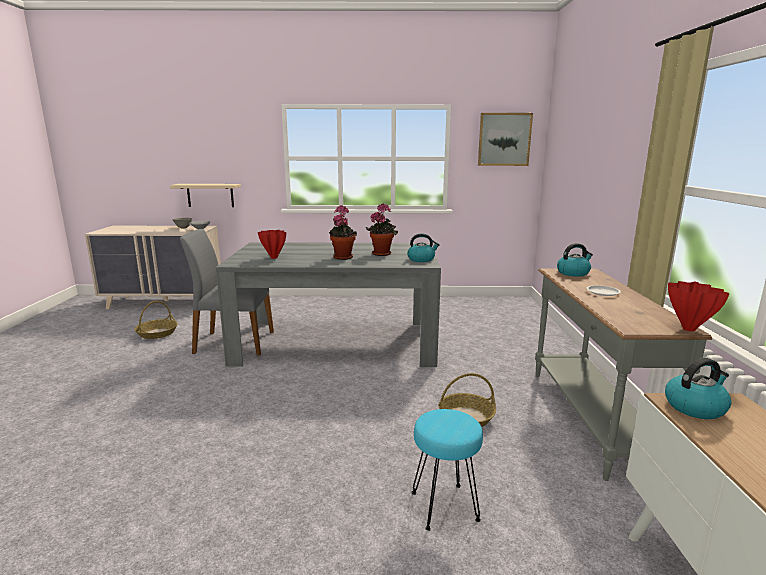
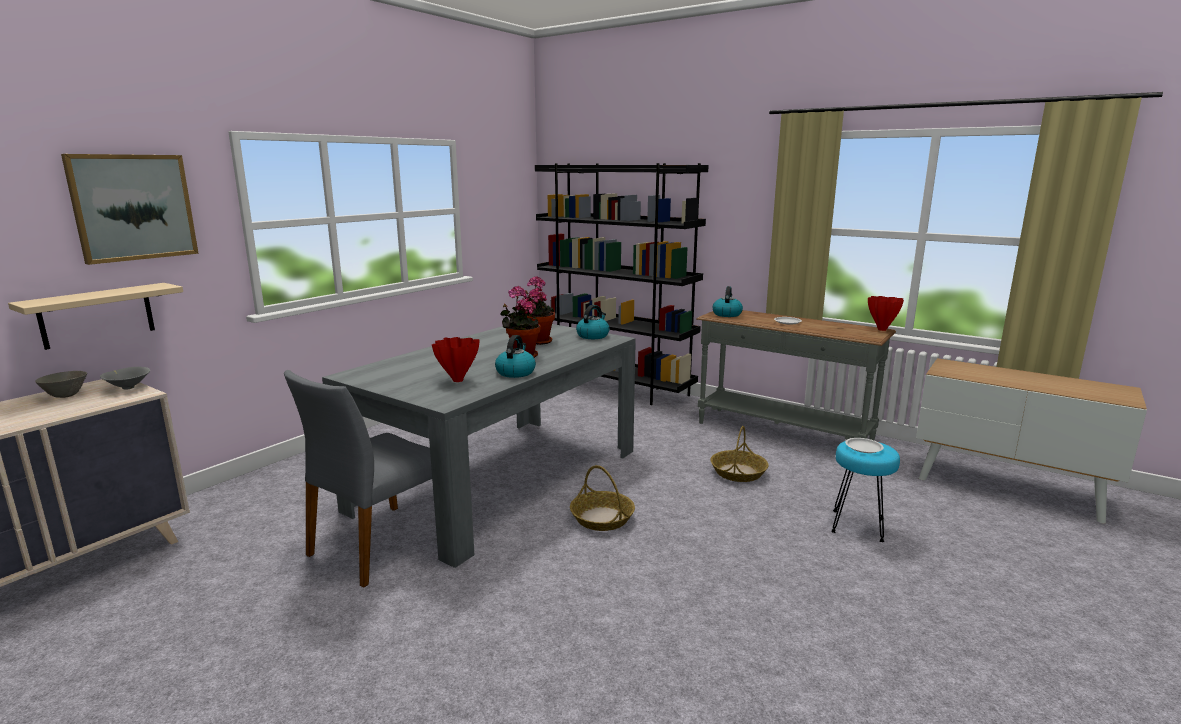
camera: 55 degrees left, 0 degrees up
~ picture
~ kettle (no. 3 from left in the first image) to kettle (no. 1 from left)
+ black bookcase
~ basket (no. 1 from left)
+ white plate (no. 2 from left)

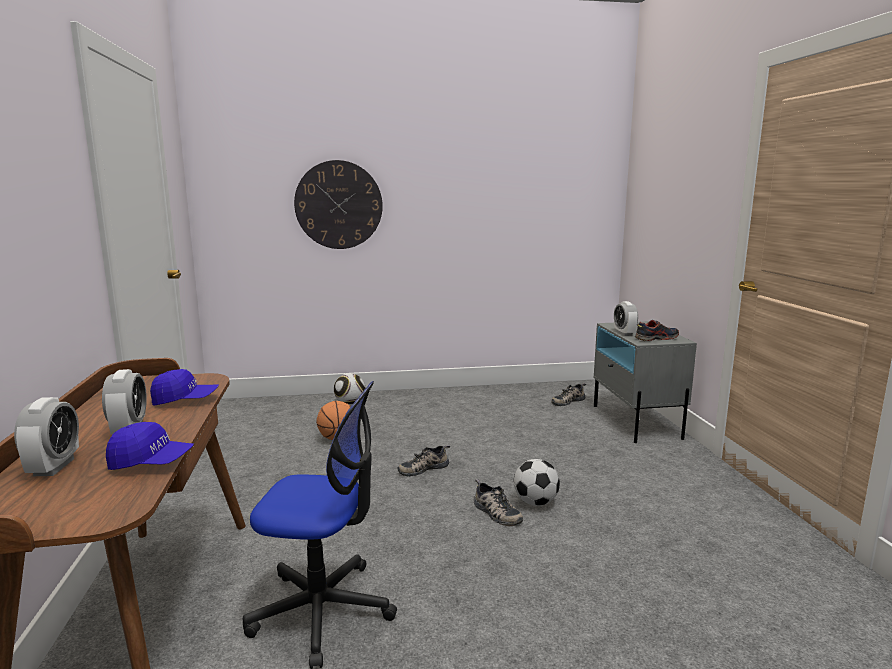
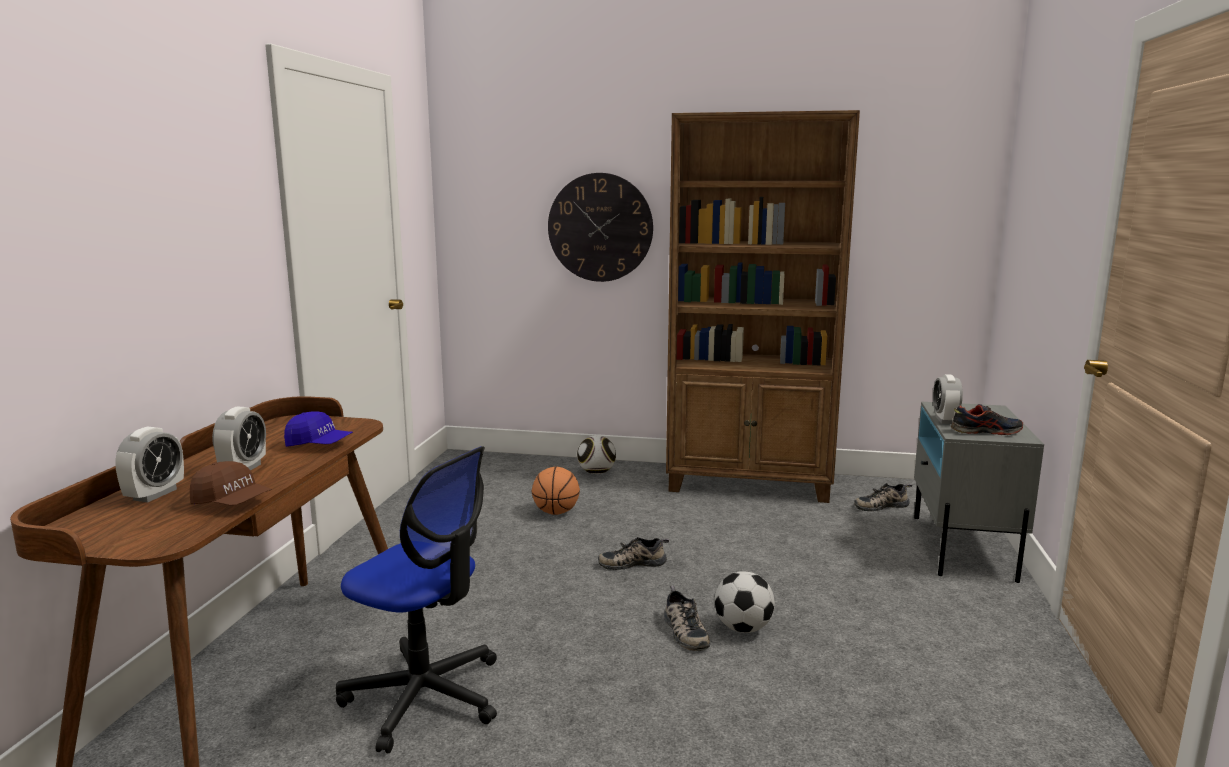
camera: 20 degrees right, 0 degrees up
~ blue cap (no. 1 from left) to brown cap
+ brown bookcase

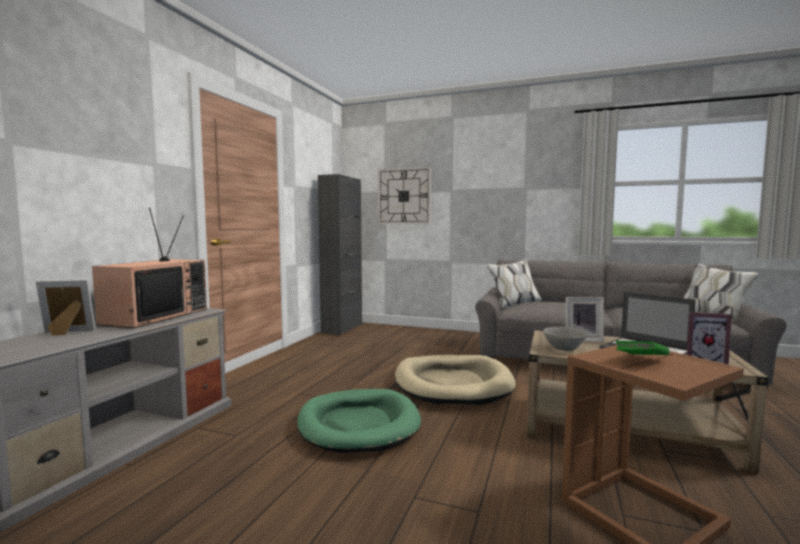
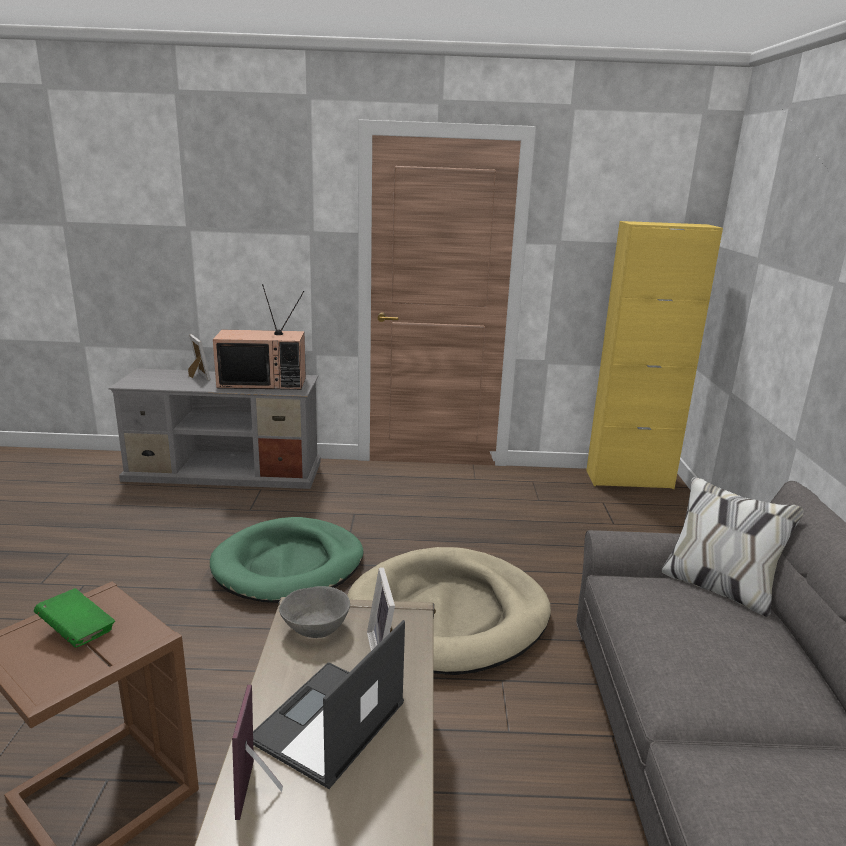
camera: 70 degrees right, 15 degrees up
~ black cabinet to yellow cabinet
- wall clock

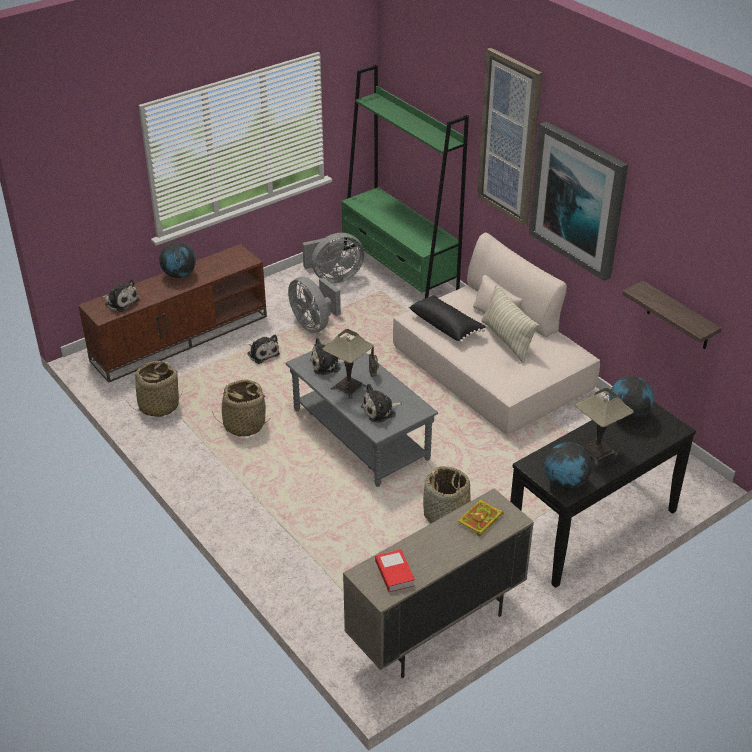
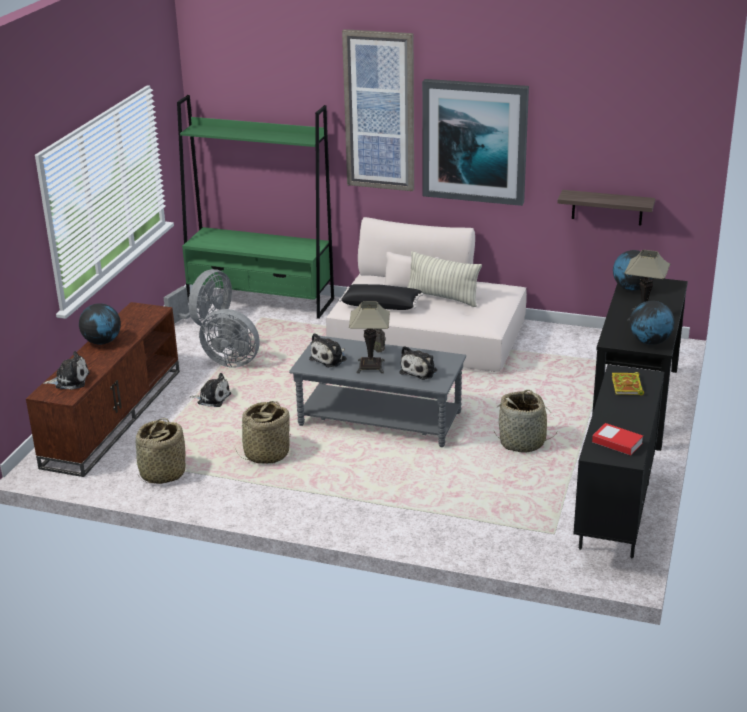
camera: 35 degrees left, 10 degrees down
~ beige cabinet to black cabinet

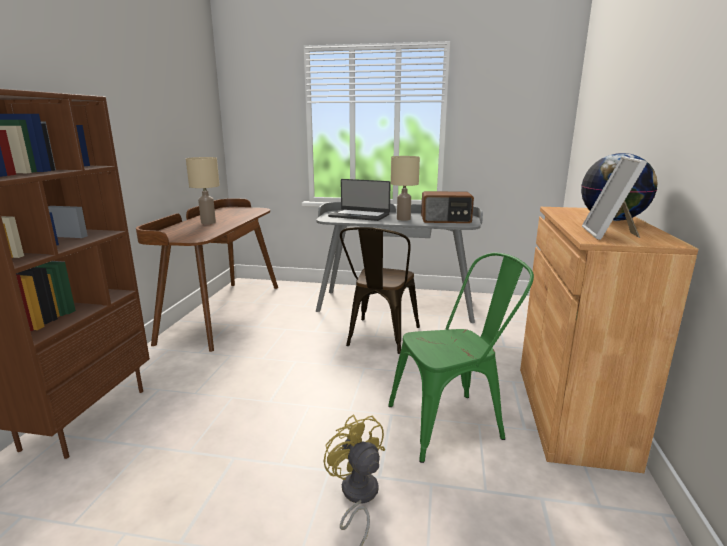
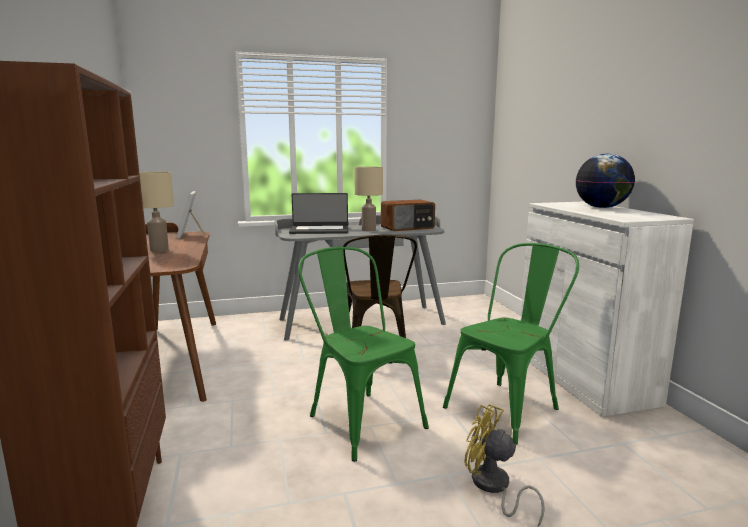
camera: 25 degrees left, 5 degrees down
~ picture frame
+ green chair (no. 1 from left)
~ brown cabinet to white cabinet

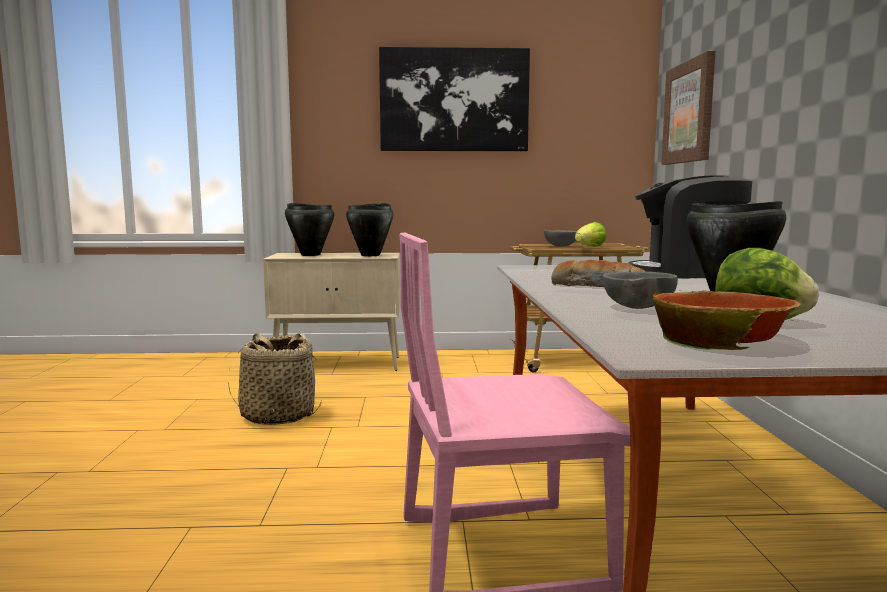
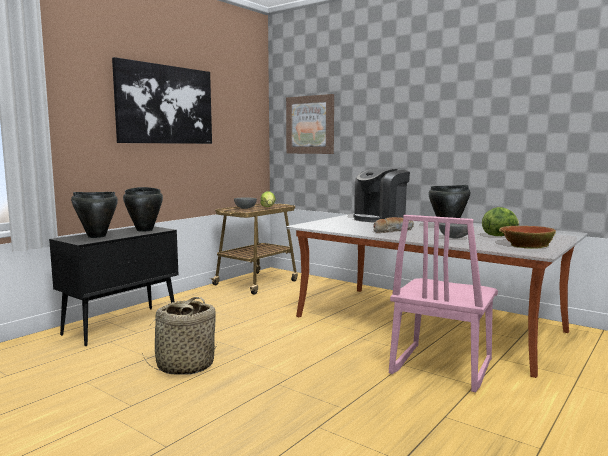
camera: 50 degrees left, 0 degrees up
~ beige cabinet to black cabinet

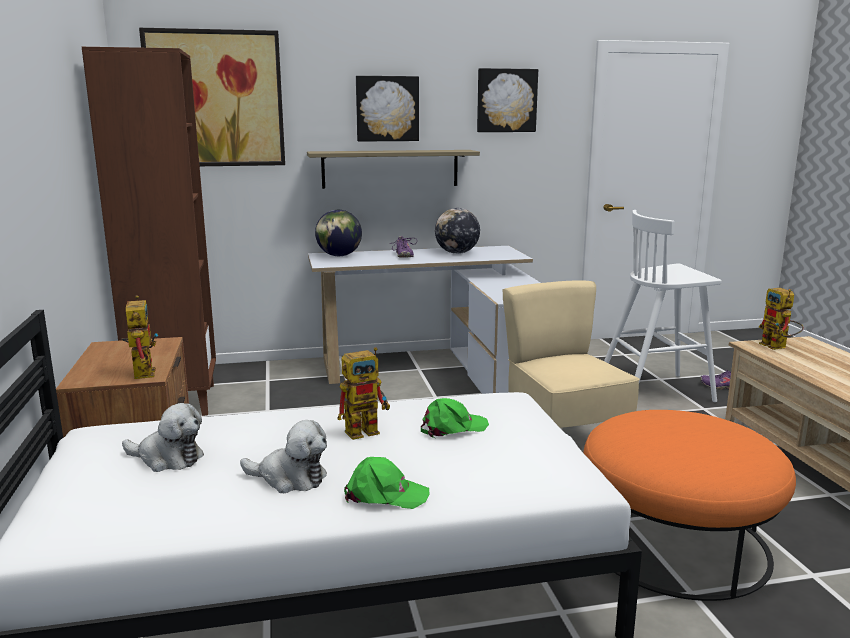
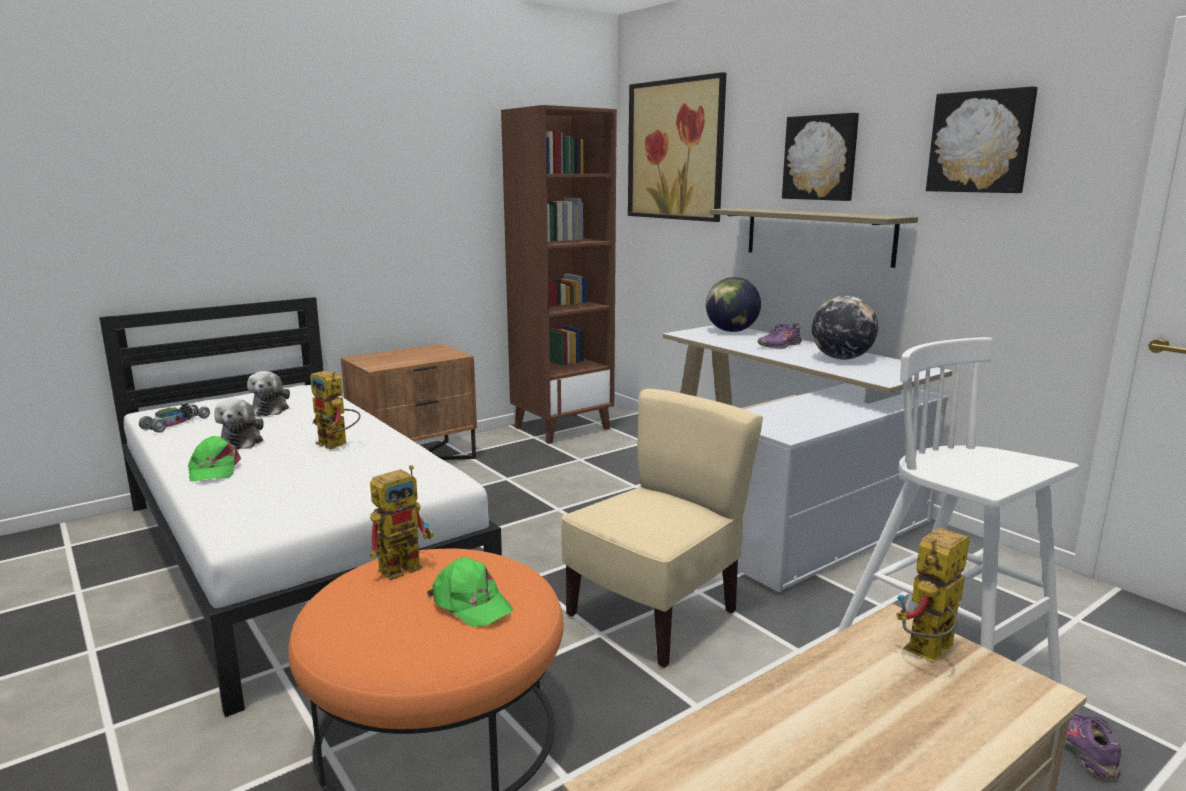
camera: 65 degrees right, 0 degrees up
+ toy car
~ toy robot (no. 1 from left in the first image) to toy robot (no. 2 from left)
~ green cap (no. 2 from left)

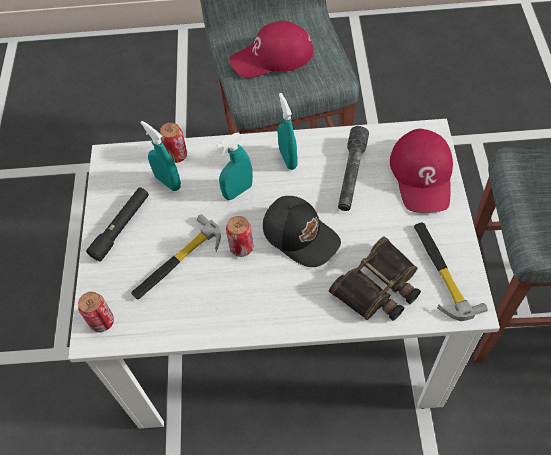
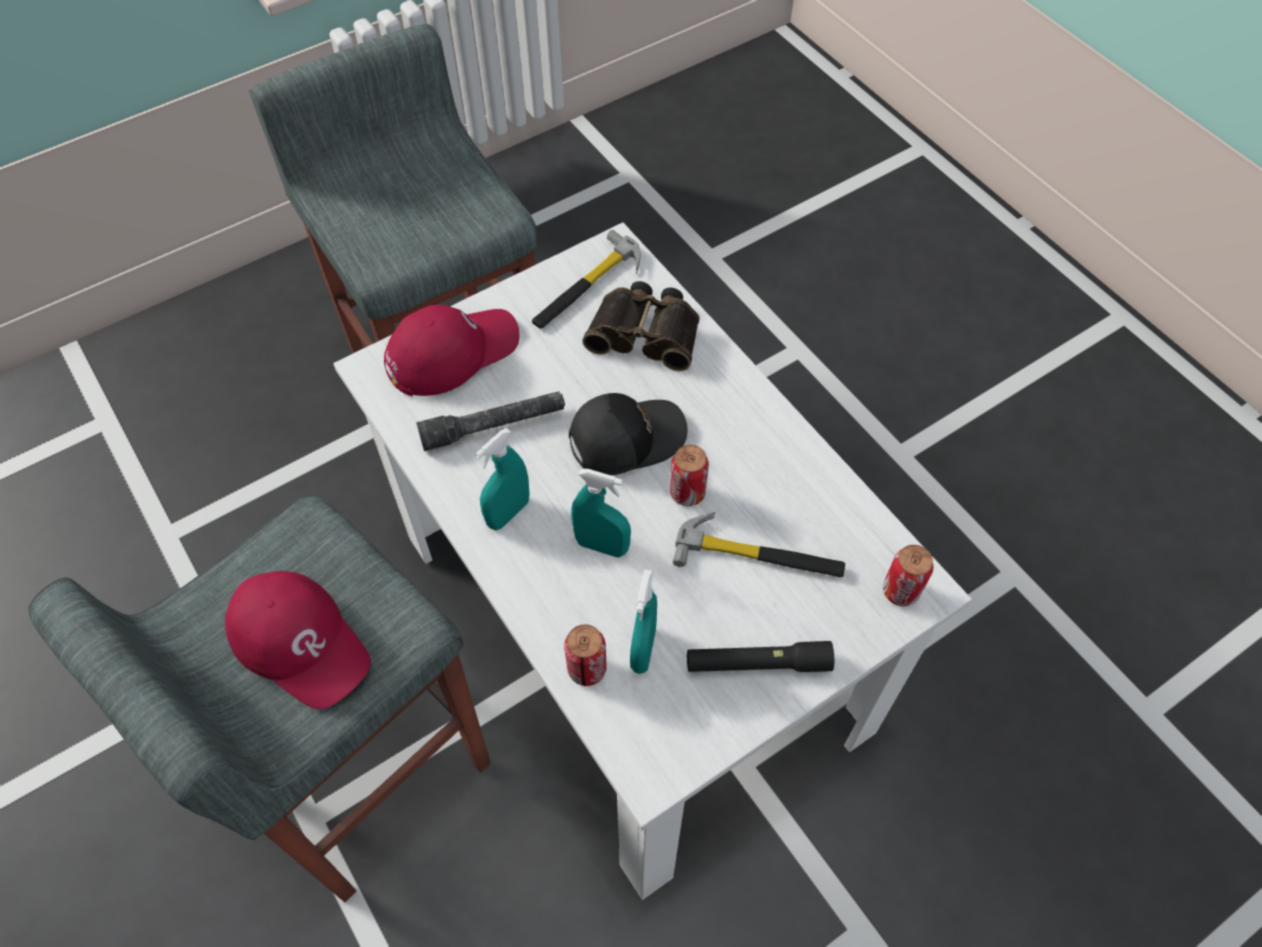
camera: 125 degrees left, 0 degrees up
~ black cap 60 degrees clockwise

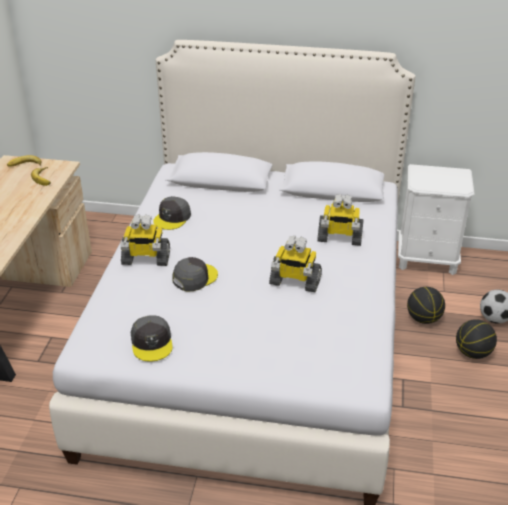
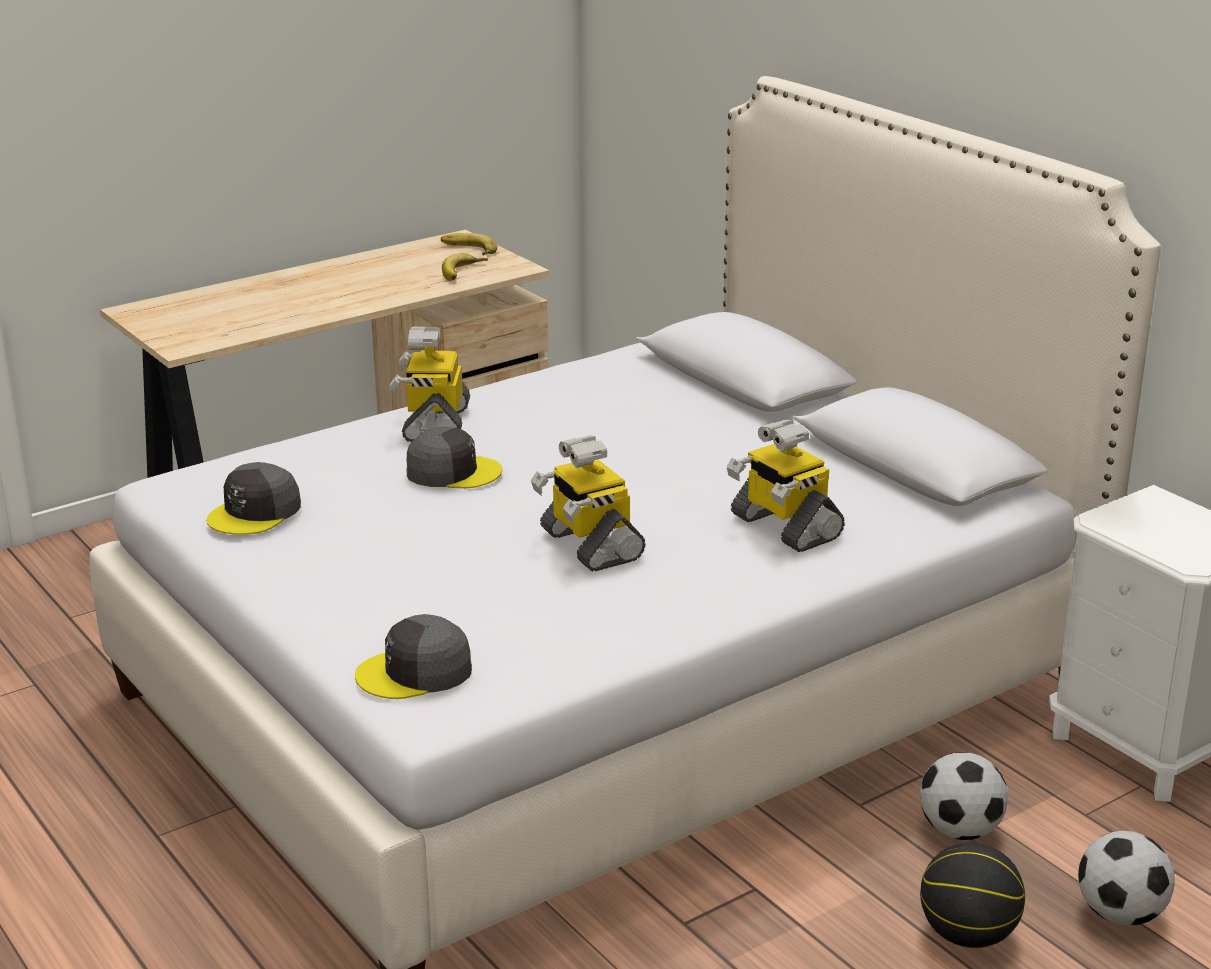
camera: 45 degrees right, 10 degrees down
~ grey cap (no. 2 from left)
~ toy robot (no. 1 from left) 45 degrees clockwise
~ basketball (no. 1 from left) to football (no. 1 from left)

